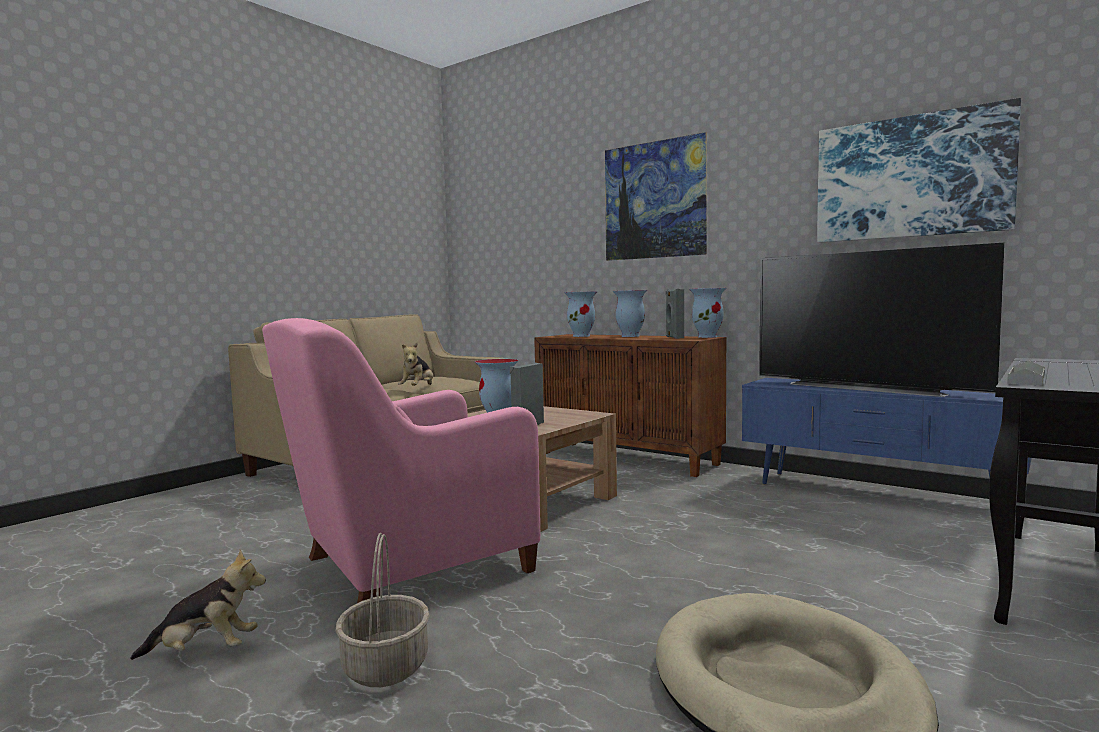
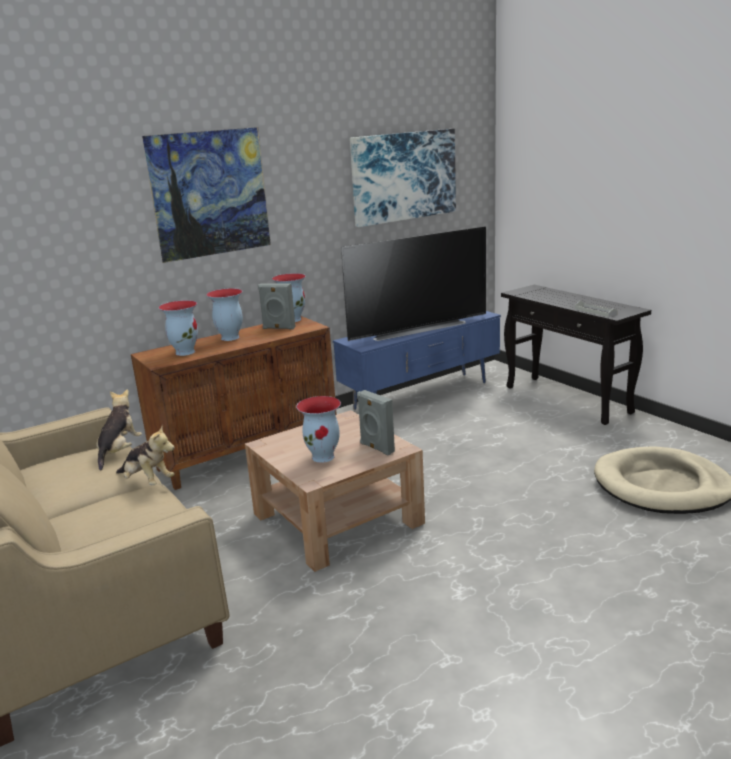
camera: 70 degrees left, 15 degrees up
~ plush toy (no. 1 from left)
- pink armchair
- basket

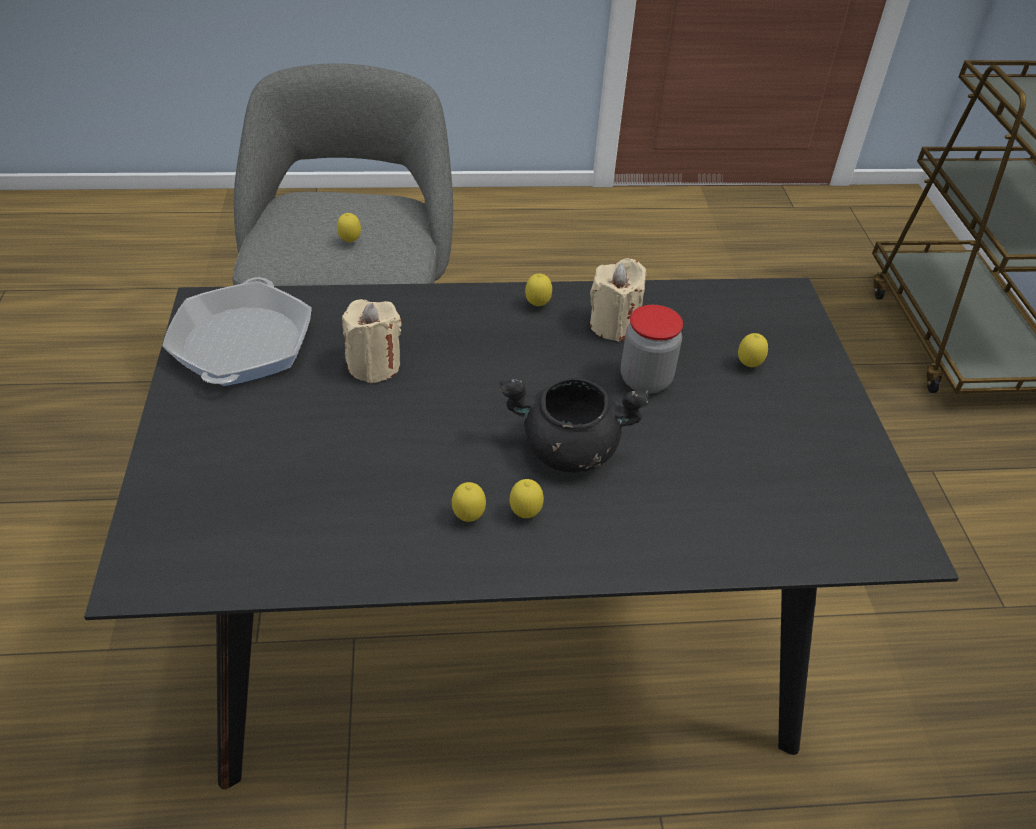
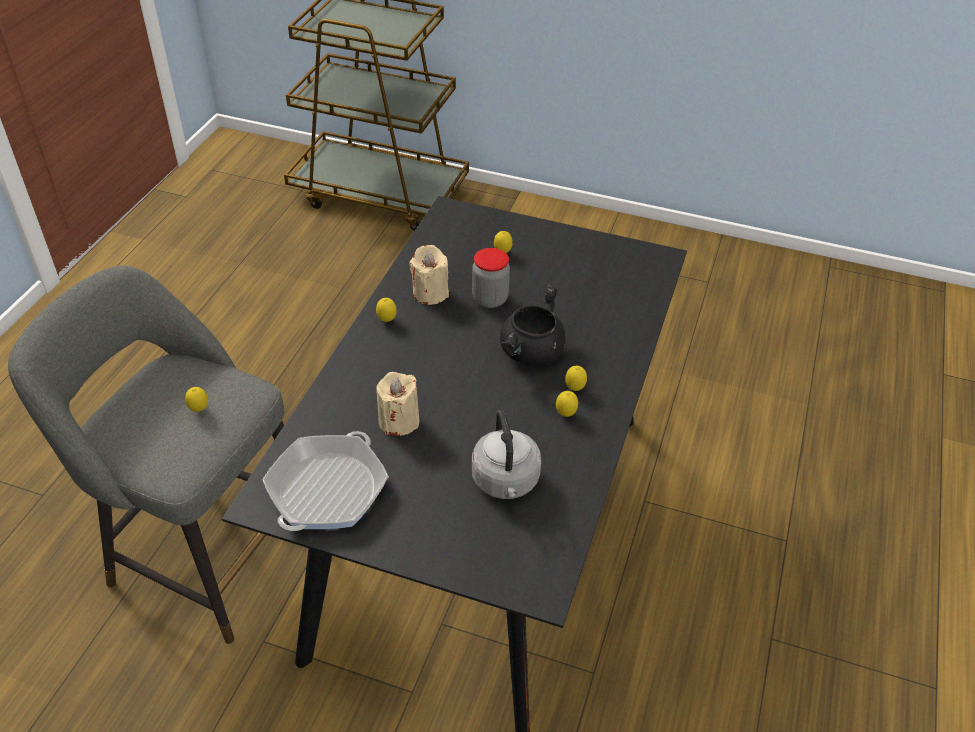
camera: 65 degrees left, 0 degrees up
~ frying pan 90 degrees counterclockwise
+ grey kettle

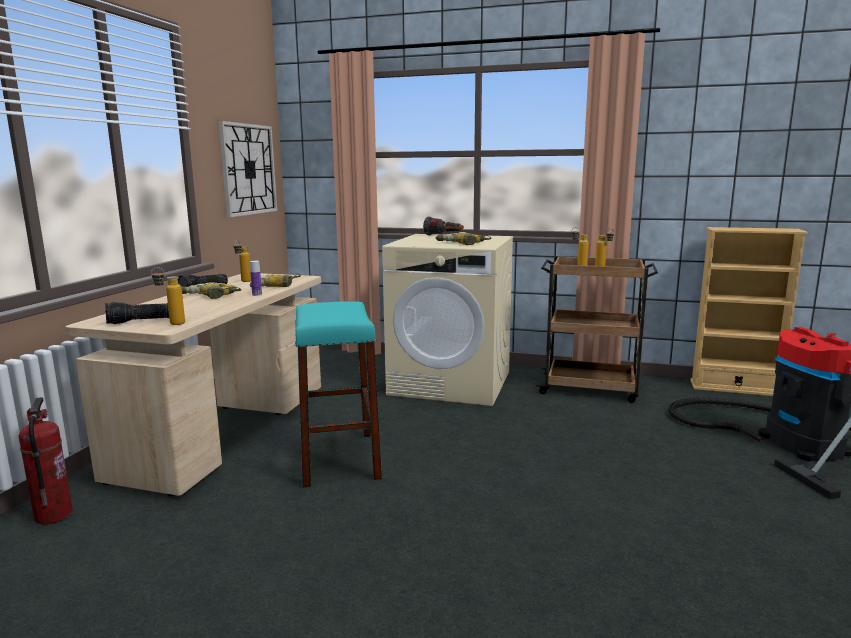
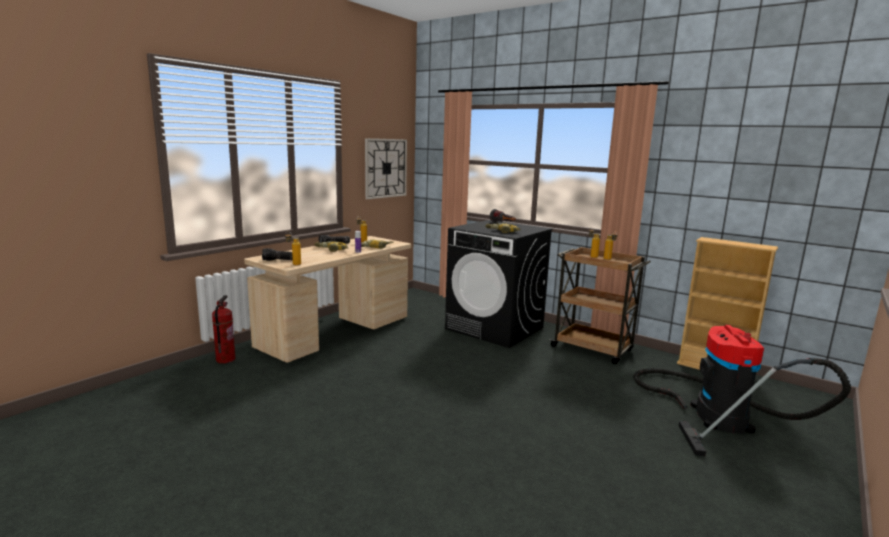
camera: 20 degrees right, 0 degrees up
~ beige washing machine to black washing machine
- turquoise stool

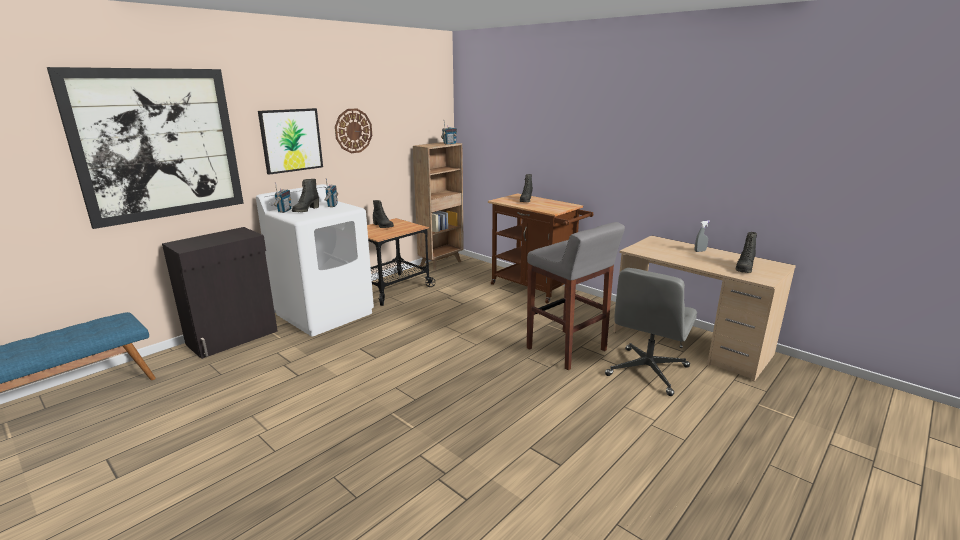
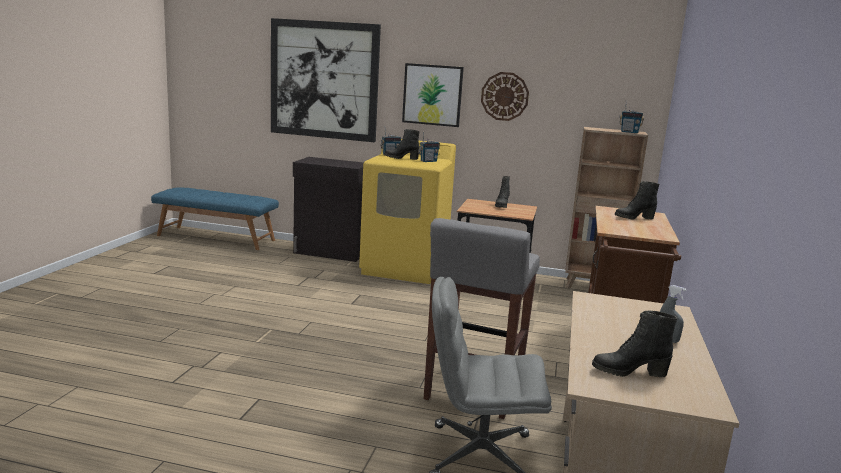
camera: 60 degrees right, 5 degrees down
~ white washing machine to yellow washing machine

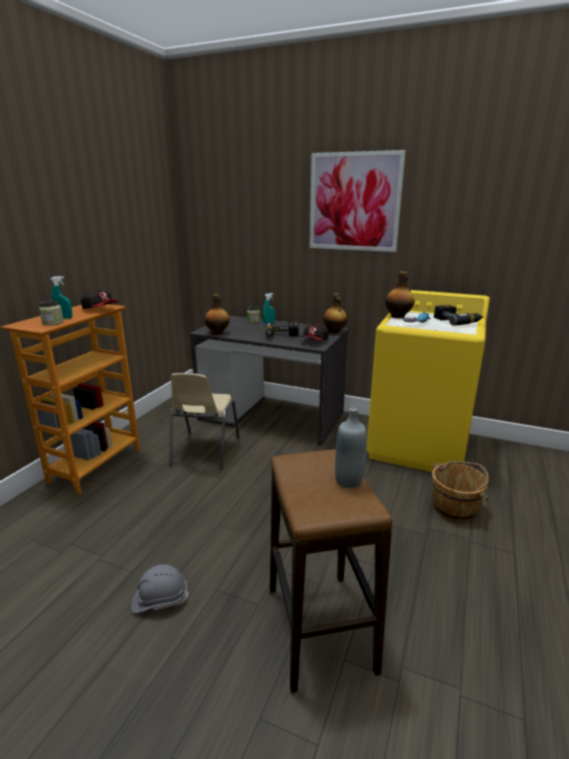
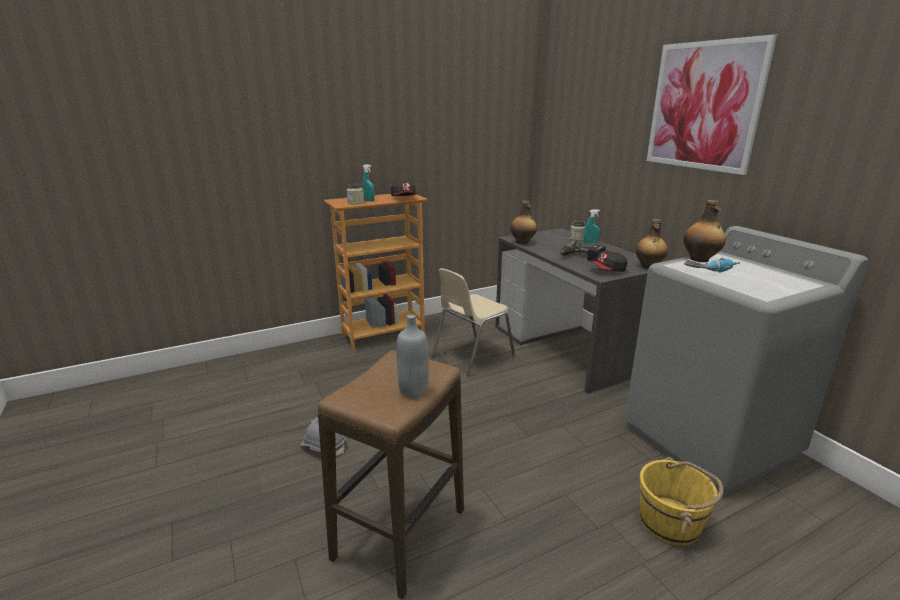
camera: 40 degrees right, 0 degrees up
~ yellow washing machine to grey washing machine
~ brown bucket to yellow bucket
- power drill (no. 3 from left)

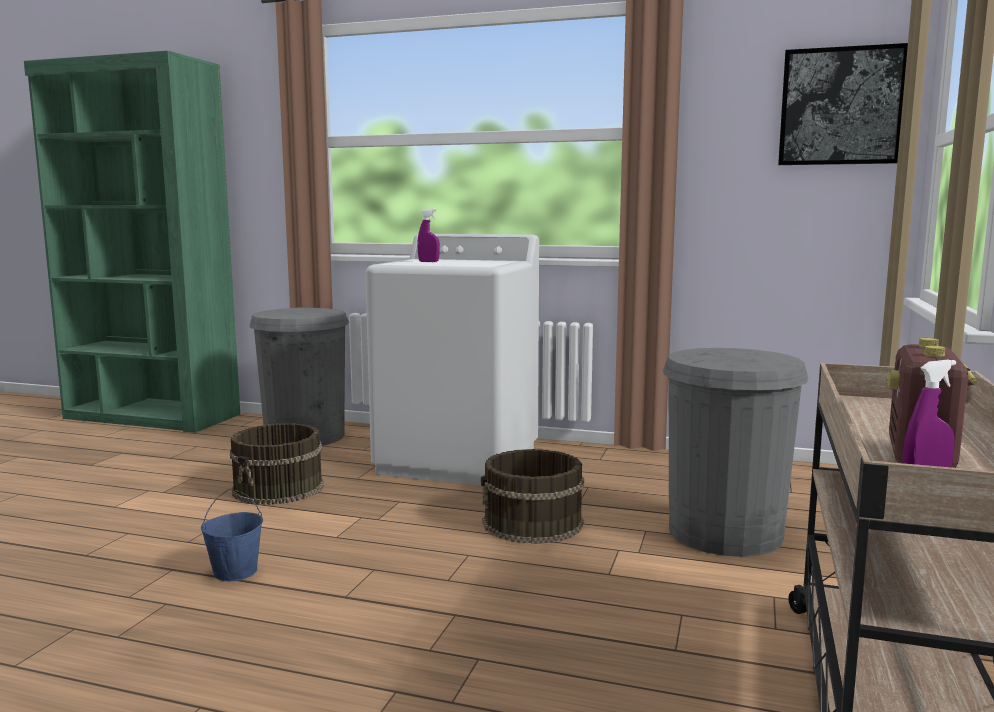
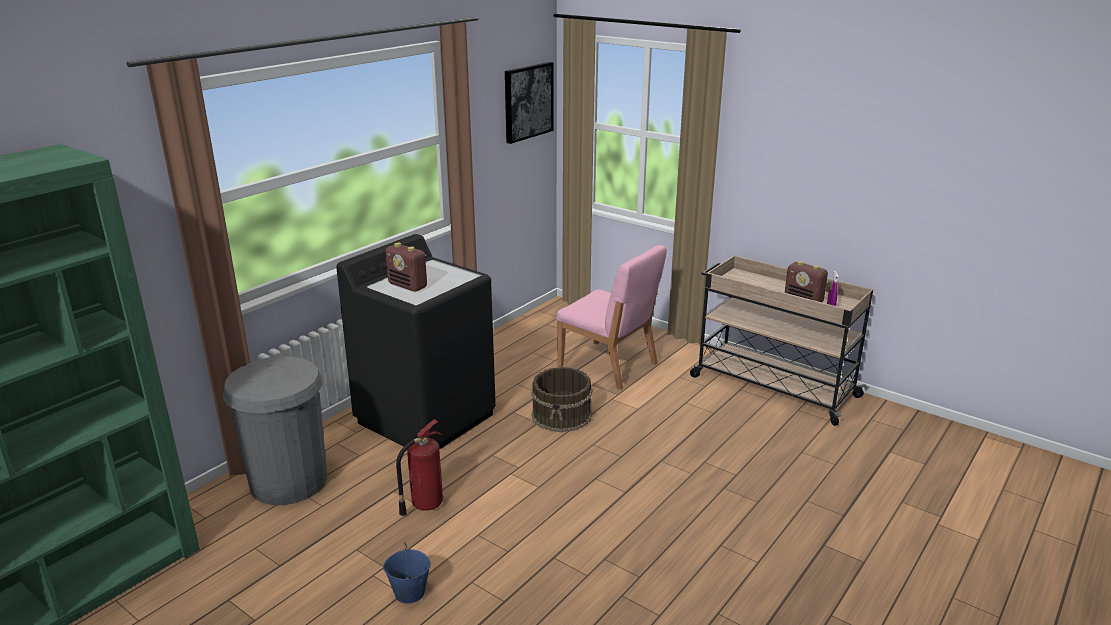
camera: 70 degrees left, 15 degrees up
~ white washing machine to black washing machine
~ blue bucket
~ purple spray bottle (no. 1 from left) to radio (no. 1 from left)
~ brown bucket (no. 1 from left) to fire extinguisher
~ grey trash can (no. 2 from left) to pink chair

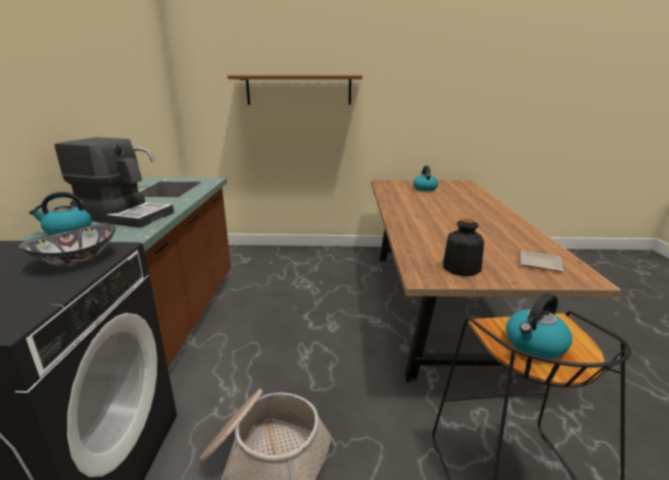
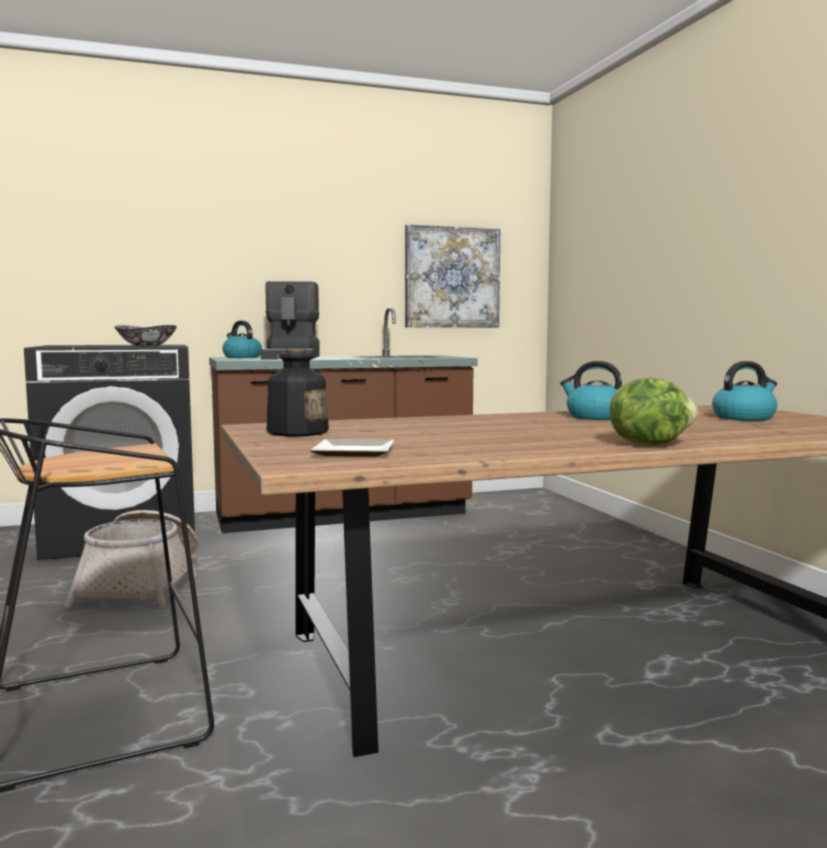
camera: 70 degrees right, 15 degrees down
+ picture
~ kettle (no. 3 from left in the first image) to kettle (no. 2 from left)
+ lettuce
- brown shelf

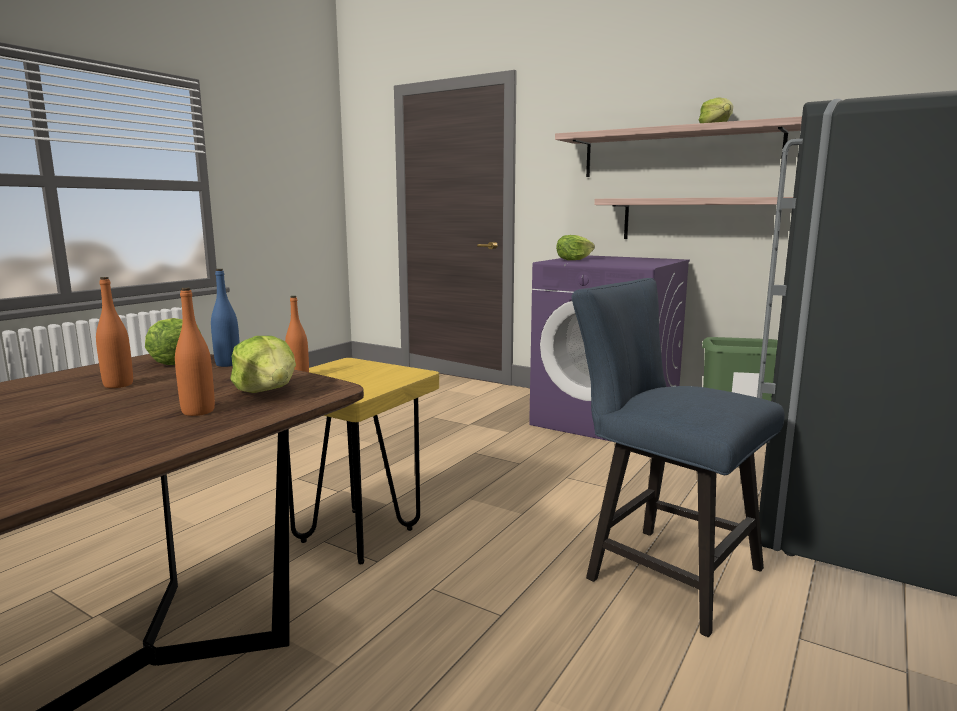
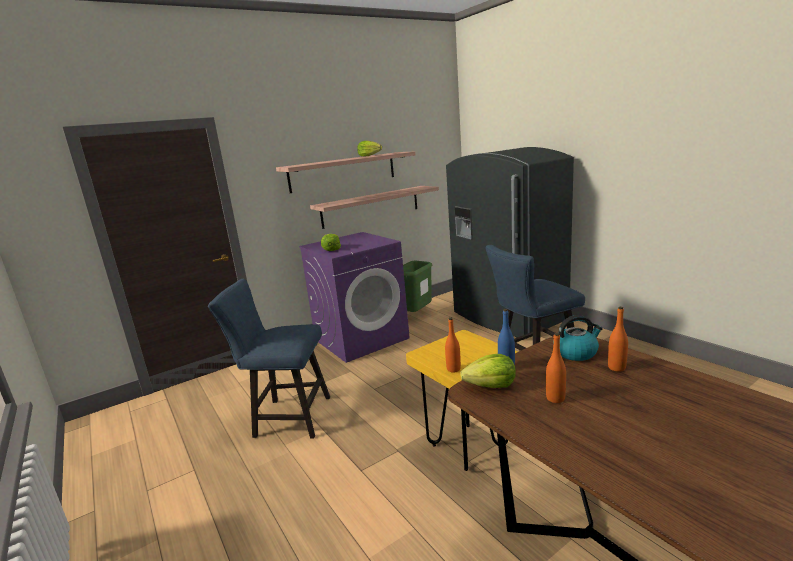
camera: 65 degrees left, 5 degrees up
+ blue chair (no. 1 from left)
~ lettuce (no. 2 from left) to kettle

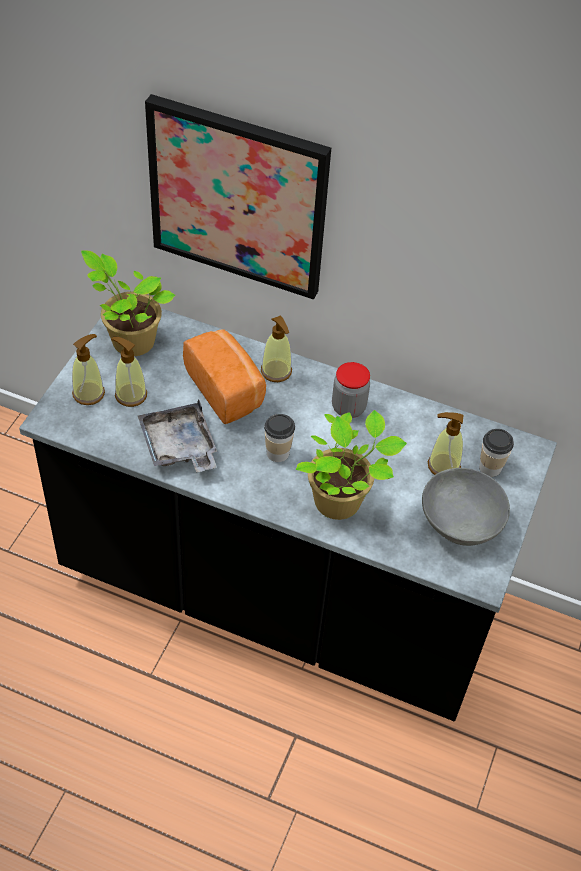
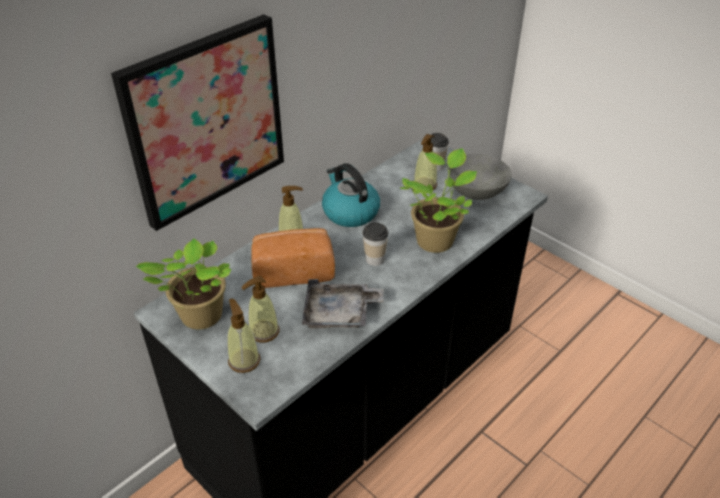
camera: 65 degrees left, 10 degrees down
~ jar to kettle

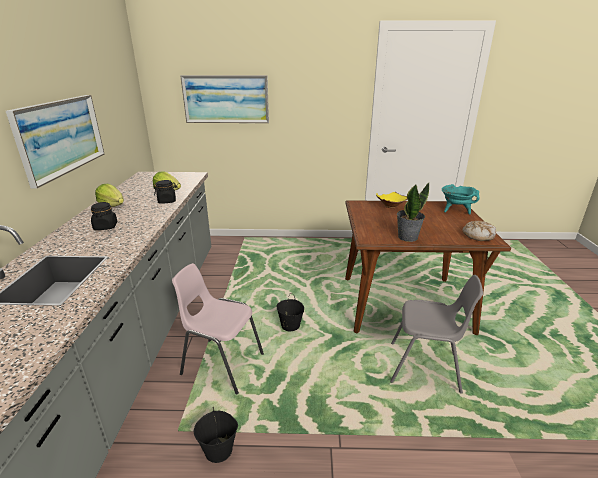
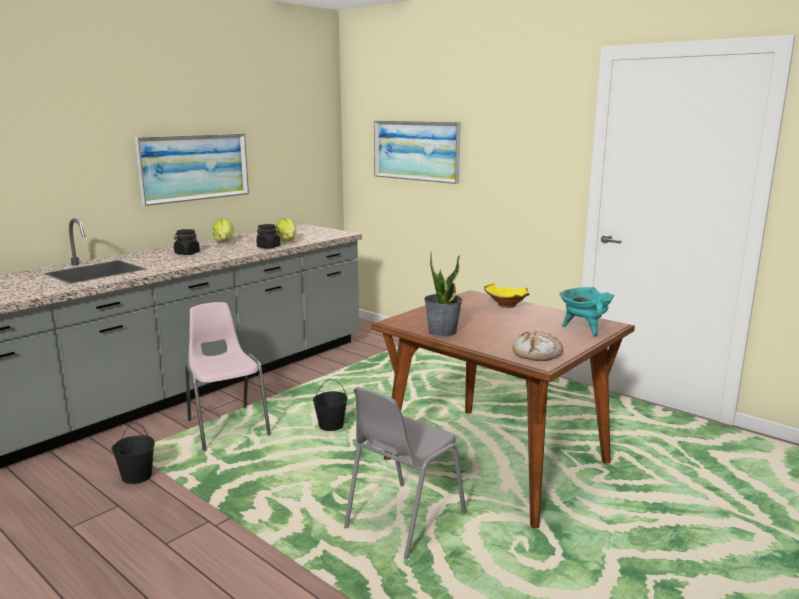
camera: 40 degrees right, 10 degrees down
~ grey chair 75 degrees clockwise

